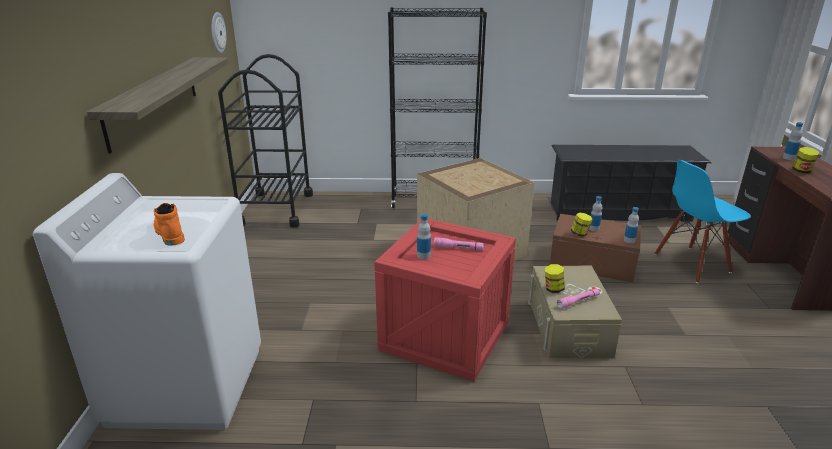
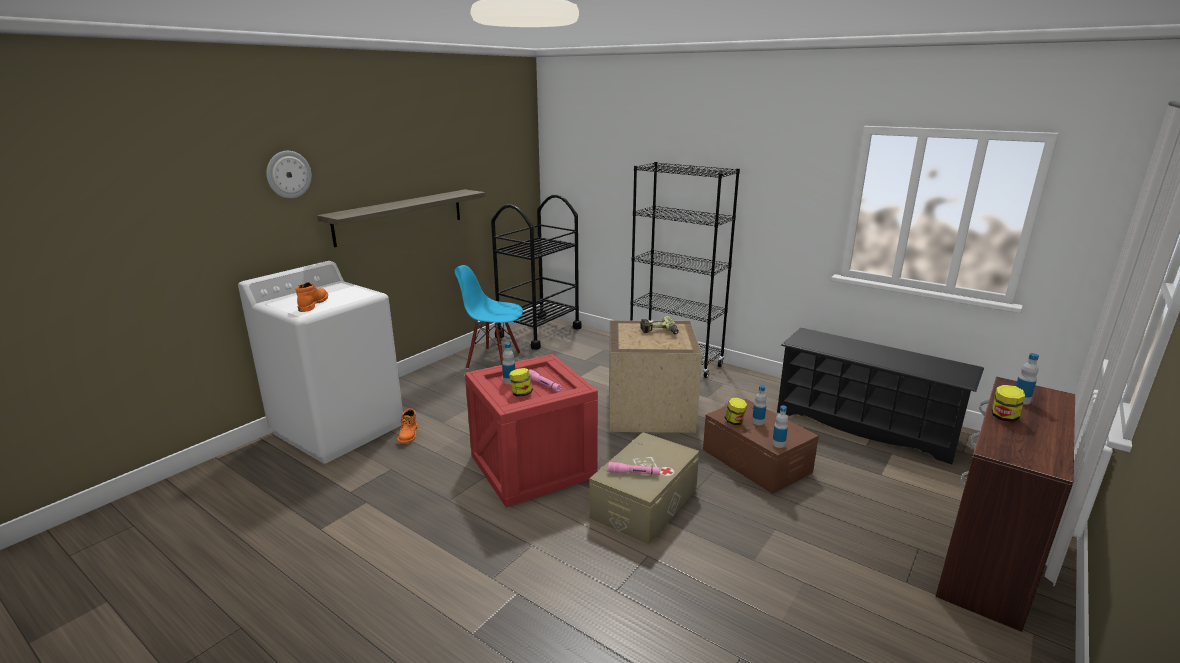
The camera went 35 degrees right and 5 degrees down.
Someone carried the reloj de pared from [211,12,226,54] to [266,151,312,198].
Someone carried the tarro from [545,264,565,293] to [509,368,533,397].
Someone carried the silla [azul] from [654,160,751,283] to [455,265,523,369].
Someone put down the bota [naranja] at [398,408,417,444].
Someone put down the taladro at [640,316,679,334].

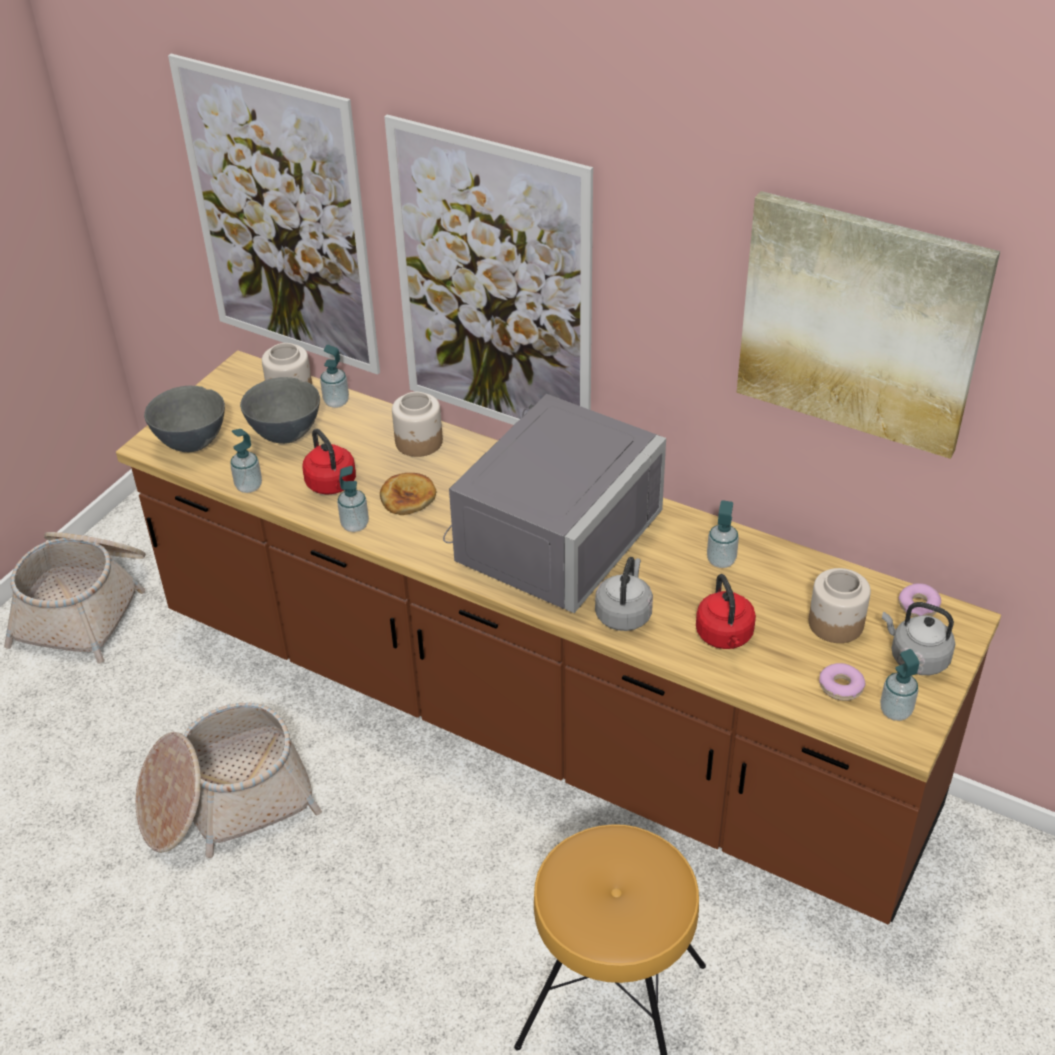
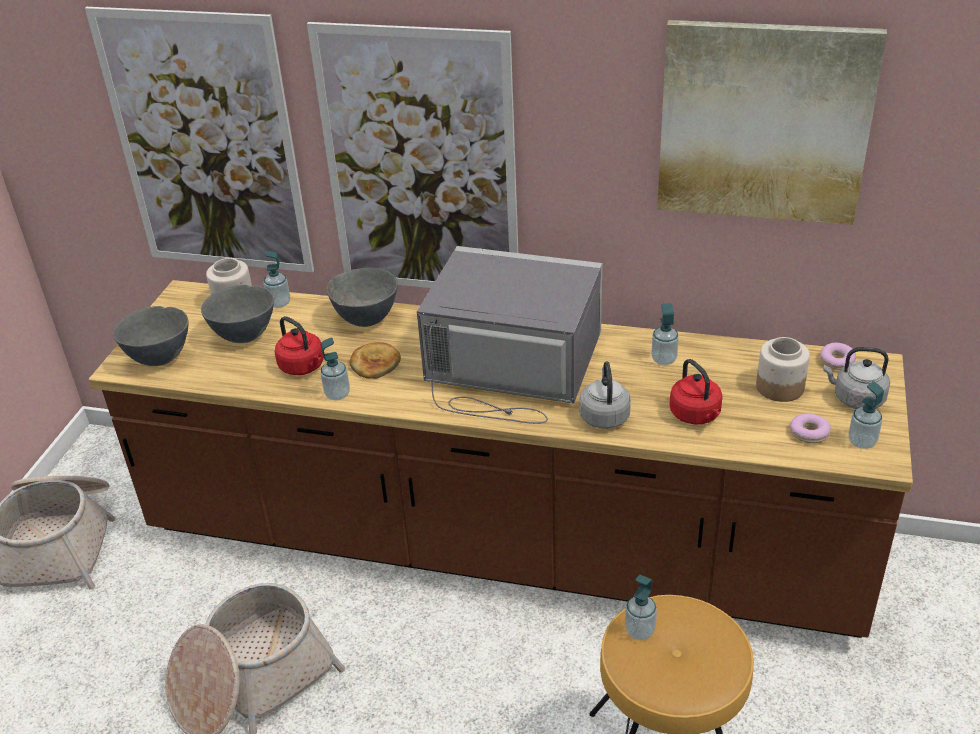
The camera went 15 degrees left and 5 degrees down.
Someone carried the dispensador de jabón from [230,429,262,493] to [625,575,657,640].
Someone swapped the tarro at [392,392,443,457] for the cuenco [gris] at [327,268,398,327].
Someone rotated the microondas [gris] at [443,394,666,613] by 90 degrees counterclockwise.

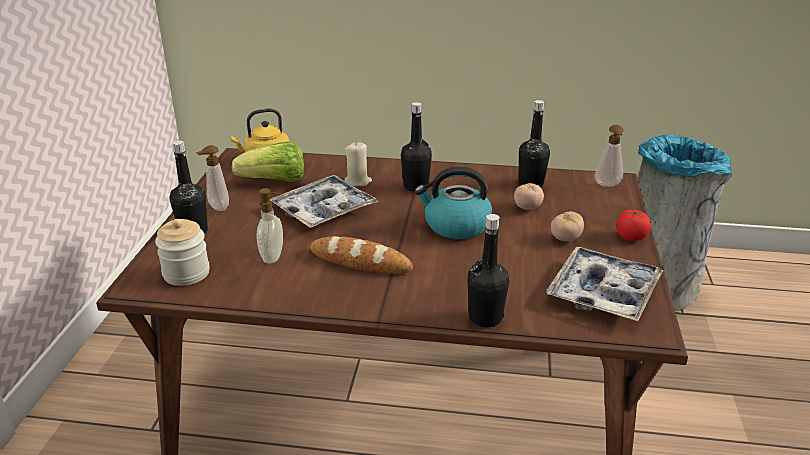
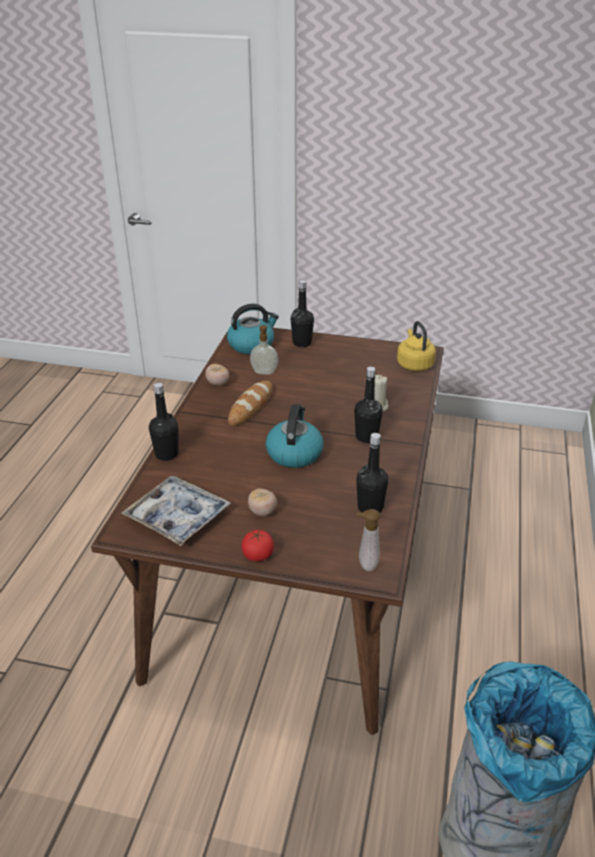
The camera went 95 degrees right and 5 degrees up.
Someone swapped the tarro at [155,219,210,286] for the hervidor at [227,304,279,354].
Someone took away the dispensador de jabón at [196,145,229,211].
Someone took away the lechuga at [232,141,304,182].
Someone took away the bandeja at [270,175,379,228].
Someone carried the tomate from [514,183,544,210] to [205,364,229,386].

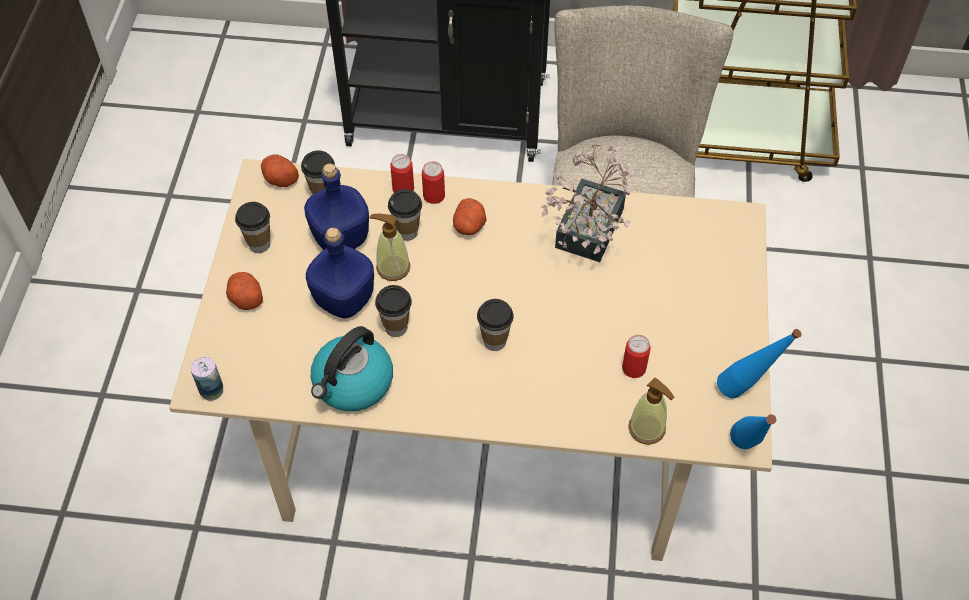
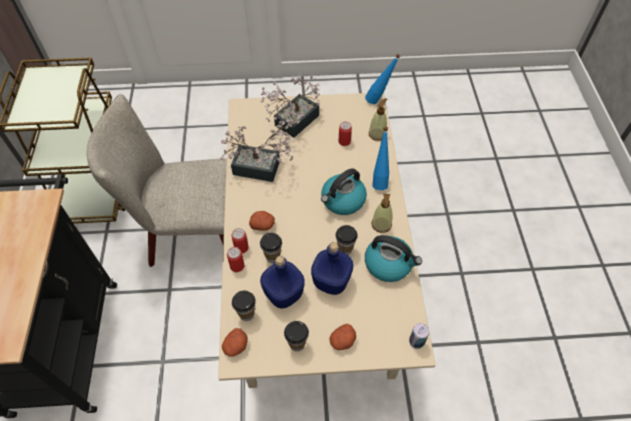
The camera went 100 degrees left and 0 degrees up.
Someone carried the dispensador de jabón from [370,214,410,281] to [371,194,392,233].
Someone swapped the taza at [477,299,514,351] for the hervidor at [321,168,367,215].
Someone carried the botella [azul] from [717,329,802,398] to [372,127,389,190].
Someone put down the planta en maceta at [261,73,320,138].

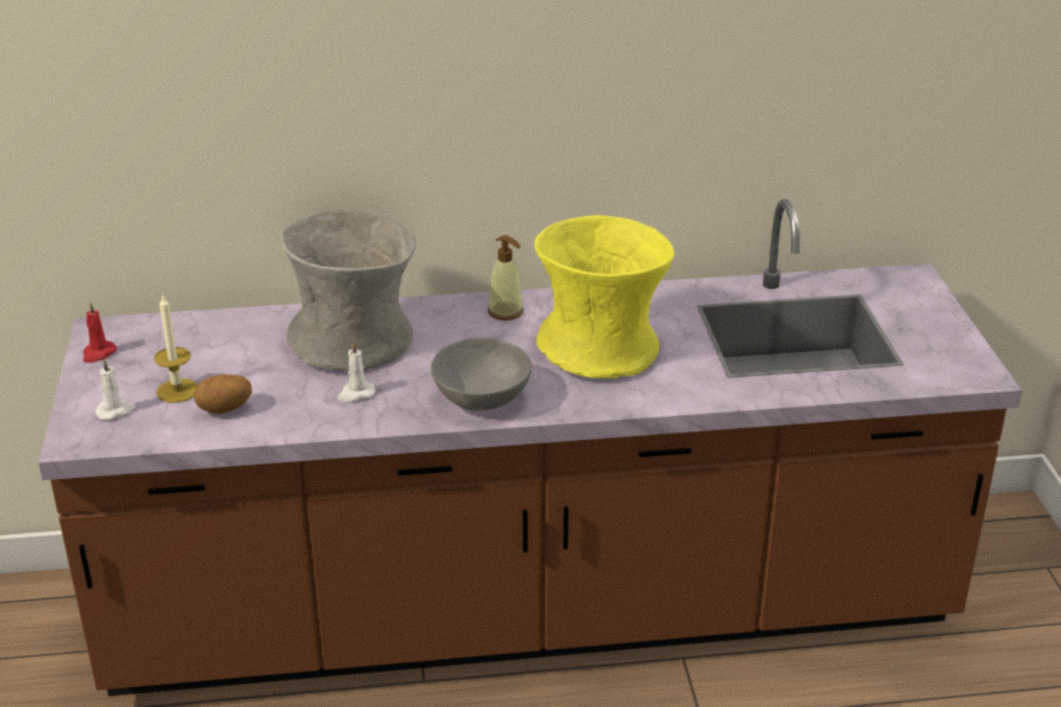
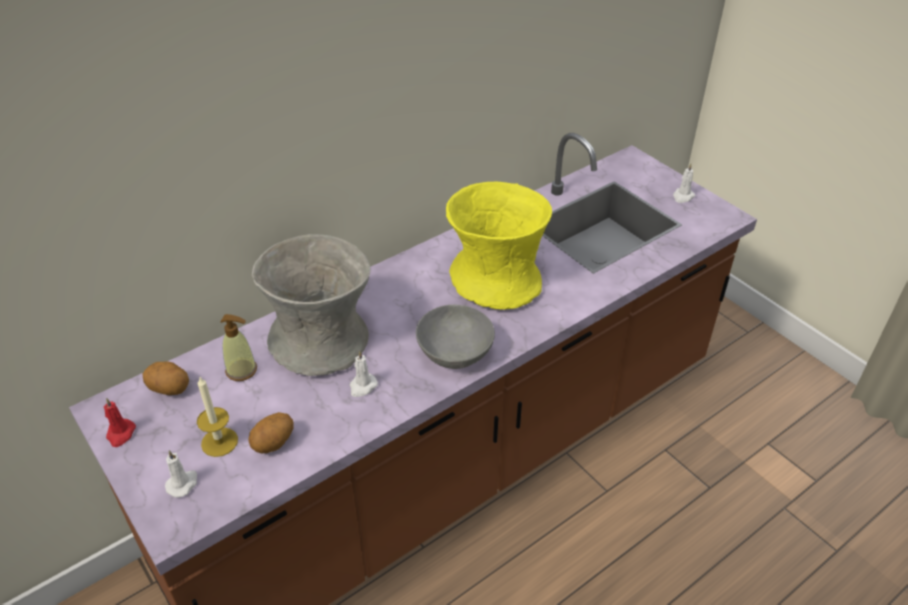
The camera went 30 degrees left and 10 degrees up.
Someone carried the dispensador de jabón from [488,235,524,320] to [220,314,257,381].
Someone put down the patata at [143,362,189,395].
Someone put down the vela [blanco] at [673,163,695,203].

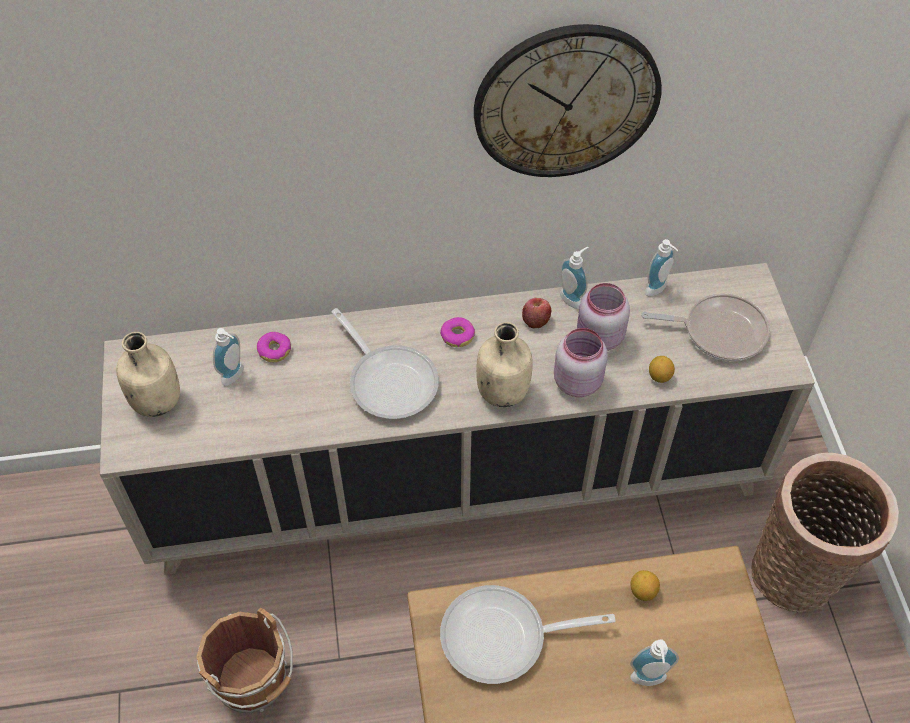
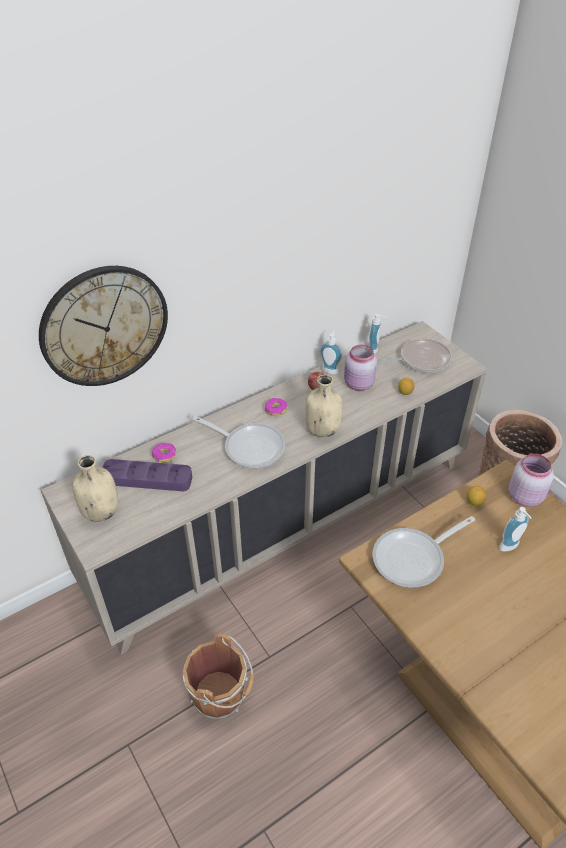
The camera went 25 degrees left and 10 degrees down.
Someone swapped the dispensador de jabón at [213,328,244,386] for the bandeja [morado] at [102,459,193,491].
Someone carried the reloj de pared from [474,24,662,177] to [39,266,168,386].
Someone carried the tarro [rosa] from [554,328,608,397] to [509,454,554,507].

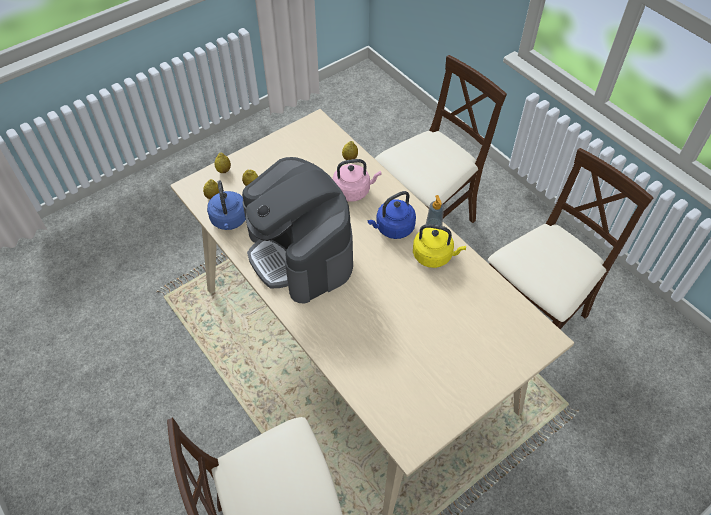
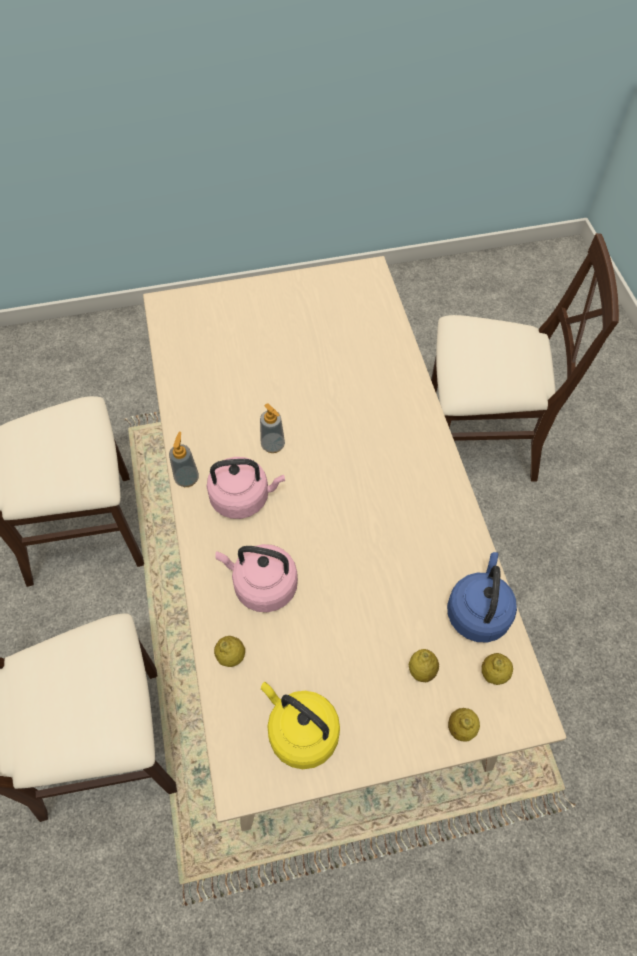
The camera went 155 degrees left and 5 degrees up.
Someone took away the cafetera at [242,157,353,303].
Someone repainted the hervidor [azul] at [368,191,416,239], which became the hervidor [rosa] at [206,457,285,519].
Someone carried the hervidor [amarillo] from [413,224,466,268] to [261,681,340,769].
Someone put down the dispensador de jabón at [260,403,285,453].

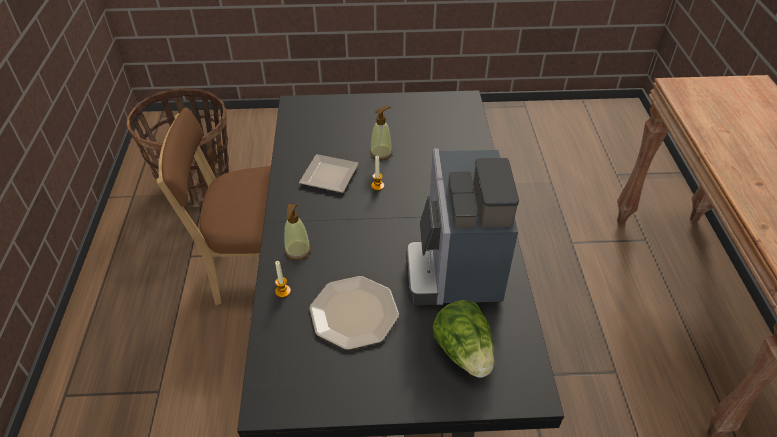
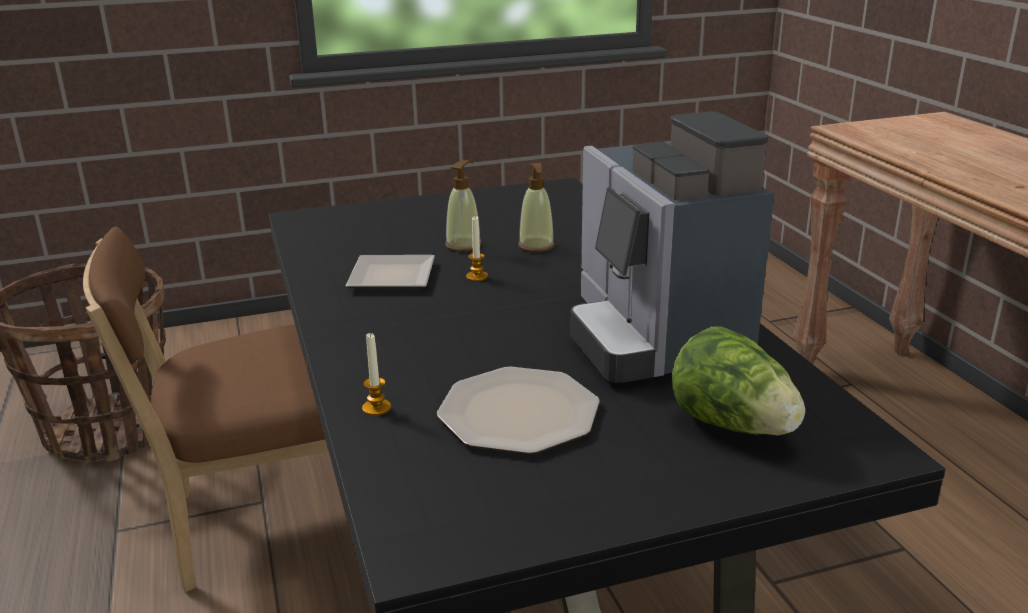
The camera went 15 degrees left and 20 degrees down.
Someone carried the dispensador de jabón from [284,204,311,260] to [518,163,555,252].

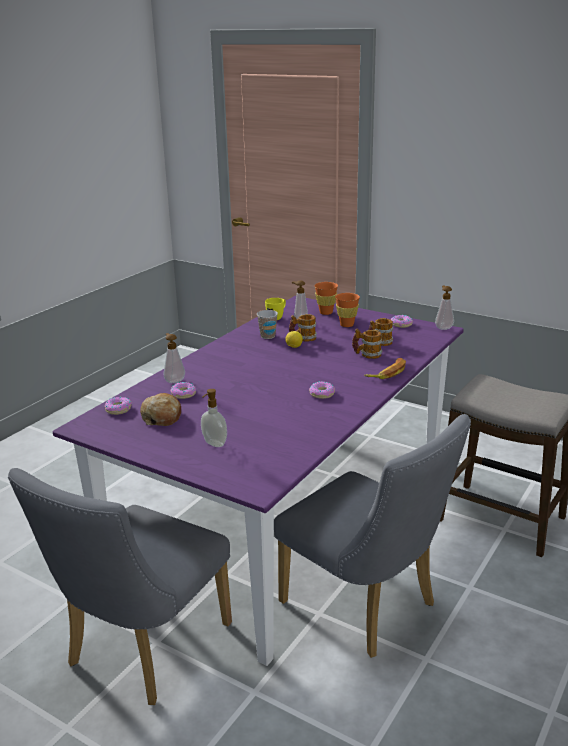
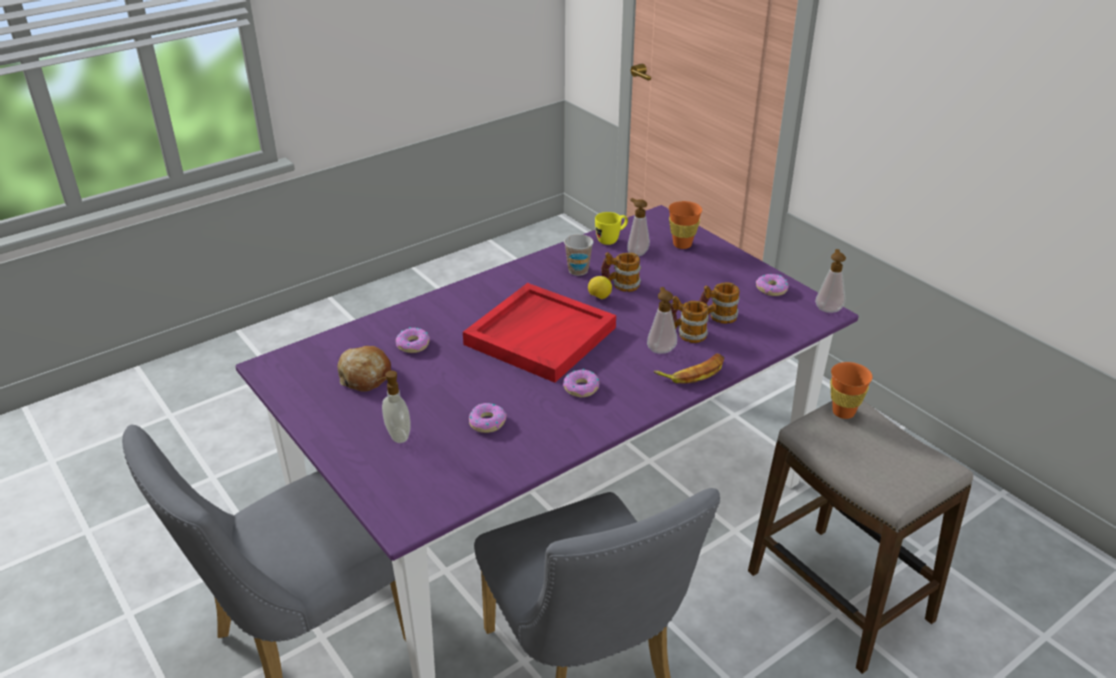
The camera went 20 degrees right and 10 degrees up.
Someone carried the rosquilla from [105,397,132,415] to [469,403,507,433].
Someone carried the dispensador de jabón from [164,333,185,383] to [647,287,677,354].
Someone carried the taza [naranja] from [335,293,360,327] to [830,362,873,419].
Someone put down the bandeja [rojo] at [463,283,616,383].

